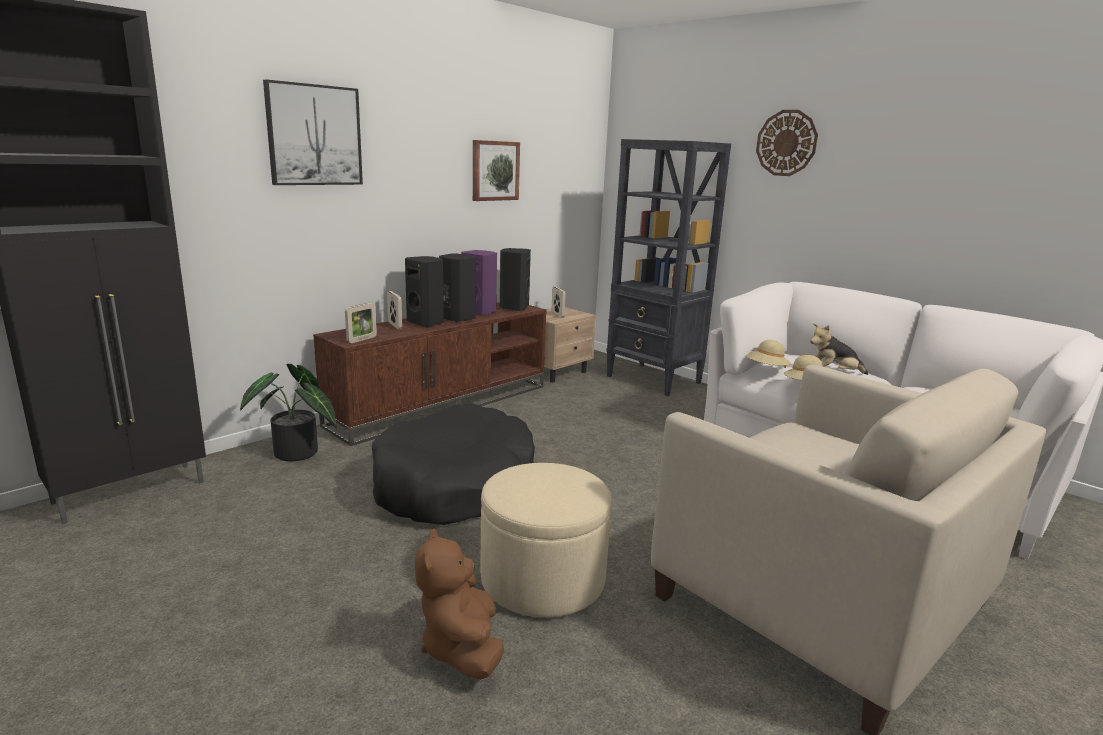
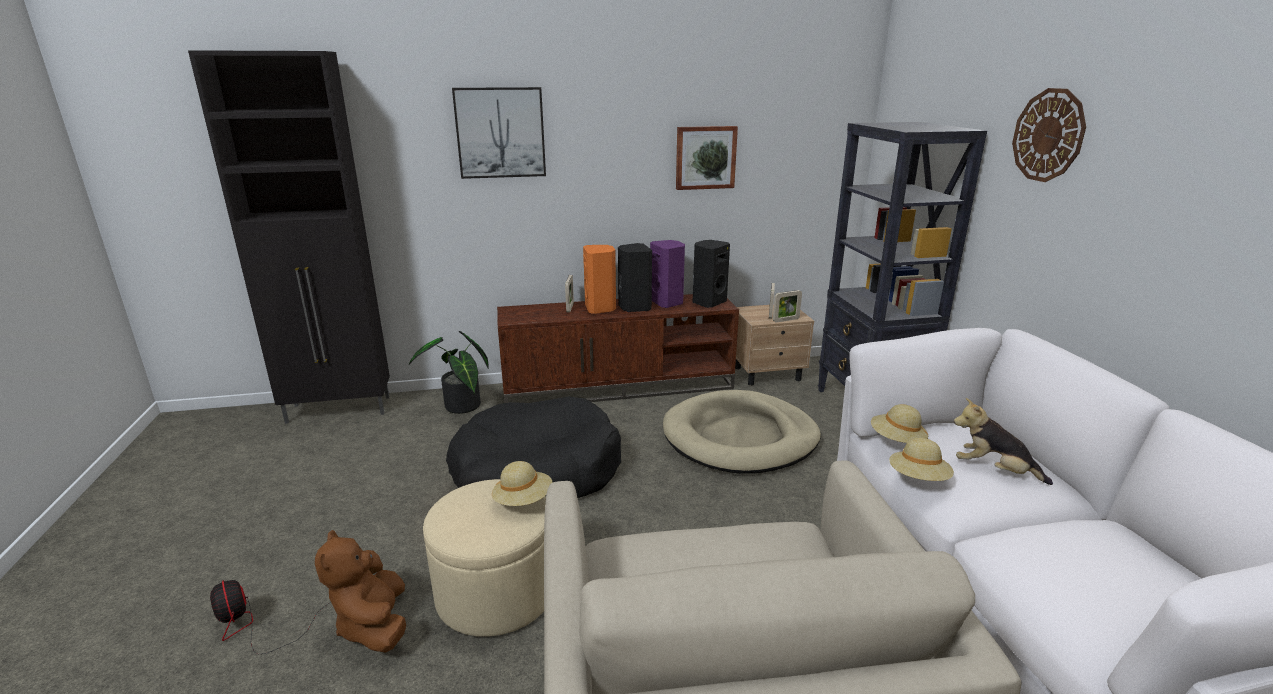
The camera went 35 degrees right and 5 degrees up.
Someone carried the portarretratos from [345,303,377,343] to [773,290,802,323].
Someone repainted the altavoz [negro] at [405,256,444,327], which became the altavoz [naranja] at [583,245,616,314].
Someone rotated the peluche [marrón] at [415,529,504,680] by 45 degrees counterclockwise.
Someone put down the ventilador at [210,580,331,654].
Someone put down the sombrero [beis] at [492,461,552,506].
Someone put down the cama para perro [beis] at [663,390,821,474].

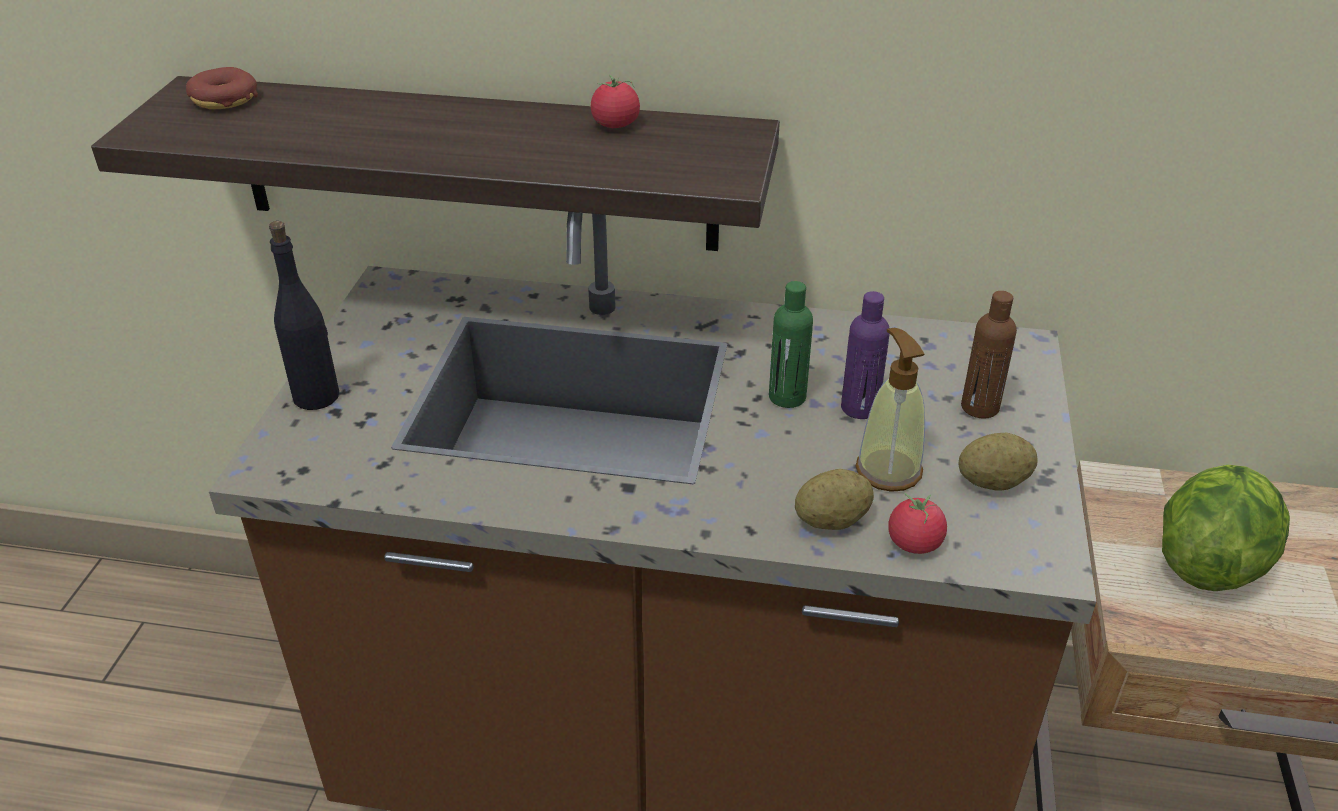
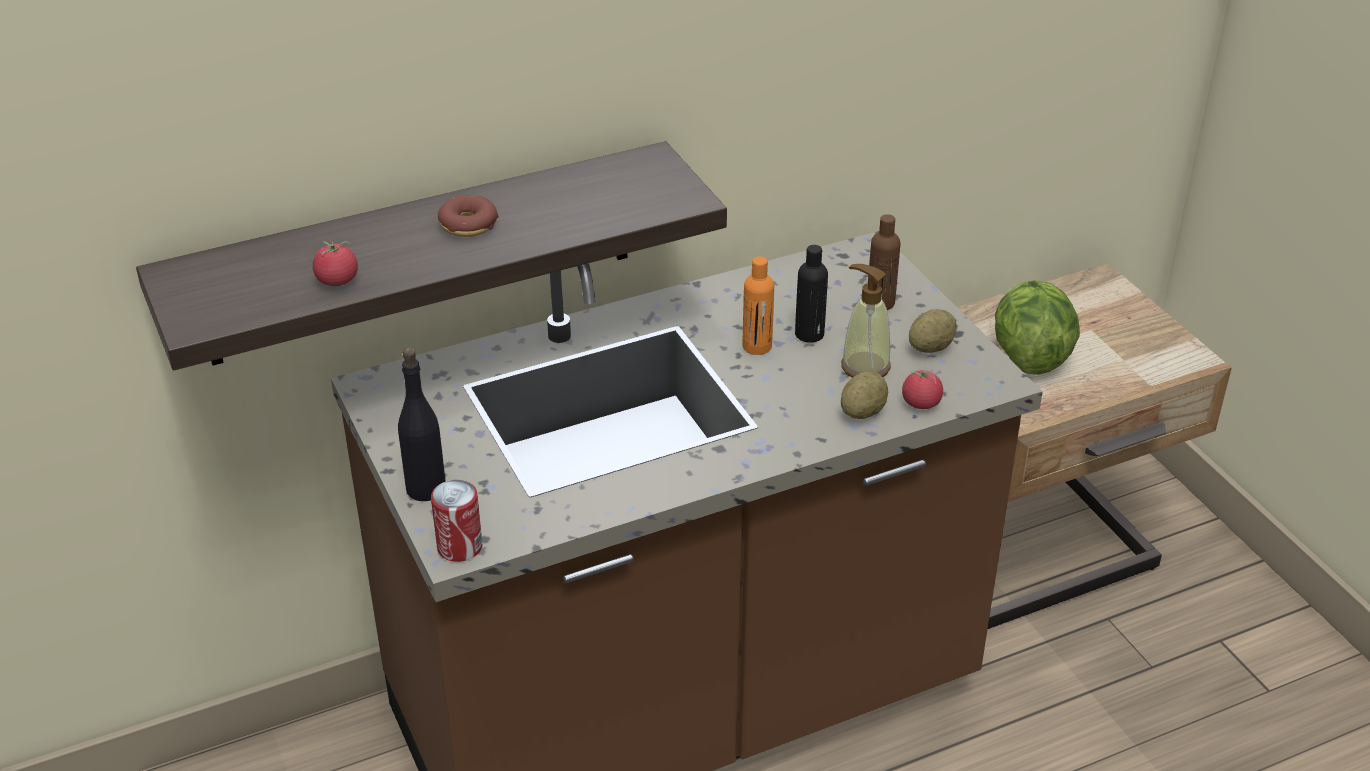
The camera went 35 degrees left and 0 degrees up.
Someone carried the rosquilla from [186,67,258,109] to [438,195,498,237].
Someone carried the tomate from [591,75,640,128] to [313,241,358,286].
Someone repainted the botella [verde] at [769,281,813,408], which became the botella [naranja] at [742,256,774,355].
Someone repainted the botella [morado] at [841,291,890,419], which became the botella [negro] at [795,245,828,343].
Someone put down the lata at [431,480,482,562].

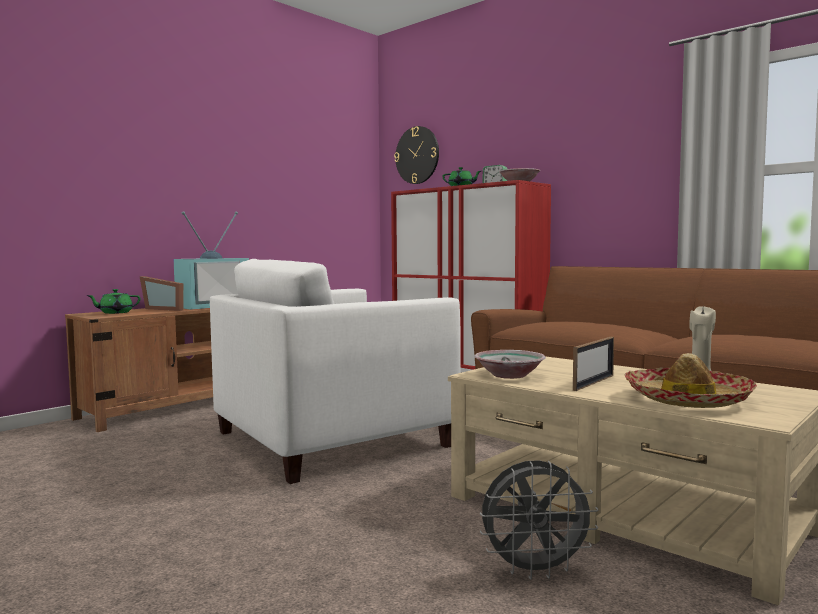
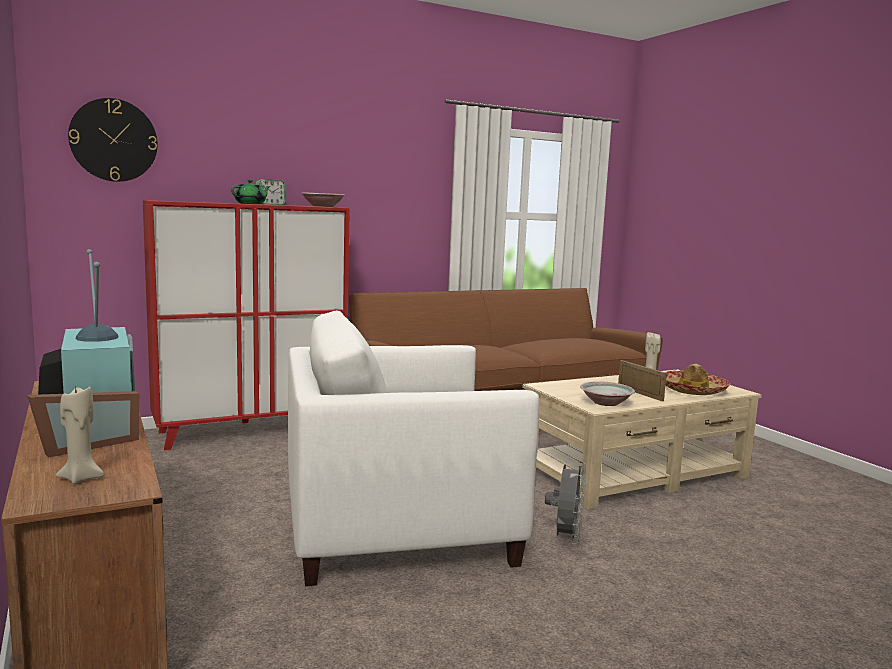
The camera went 70 degrees left and 5 degrees up.
Someone swapped the tetera [verde] at [86,289,141,314] for the vela [beis] at [56,385,105,484].
Someone rotated the sillón [blanco] at [210,259,461,484] by 90 degrees clockwise.
Someone carried the ventilador [gris] from [480,460,599,580] to [545,462,586,544].

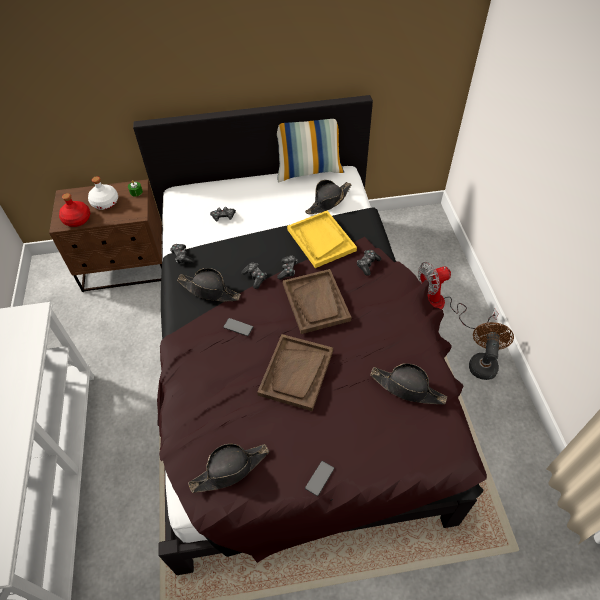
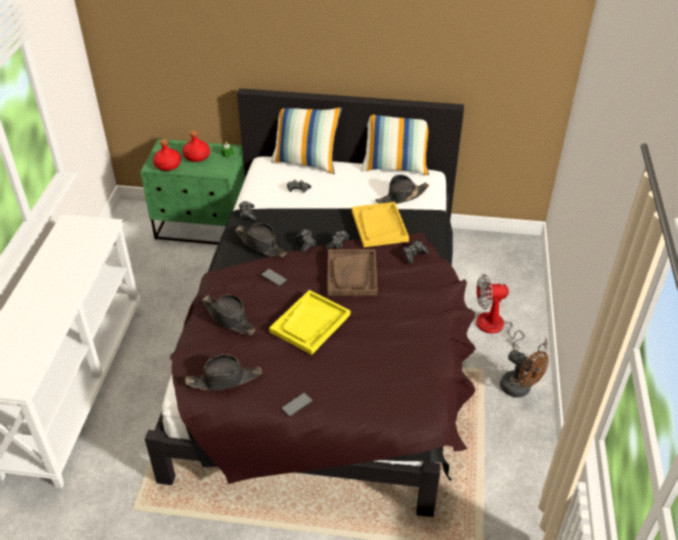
The camera went 15 degrees right and 10 degrees down.
Someone repainted the mesita de noche [marrón] at [49,179,162,292], which became the mesita de noche [verde] at [140,139,245,245].
Someone repainted the botella [blanco] at [88,176,118,210], which became the botella [rojo] at [182,130,210,162].
Someone repainted the bandeja [marrón] at [257,334,333,411], which became the bandeja [amarillo] at [269,290,350,355].
Someone carried the sombrero [negro] from [370,363,447,404] to [202,294,256,335].
Someone rotated the ventilador [marrón] at [469,322,514,380] by 105 degrees clockwise.
Someone put down the cojín at [271,107,342,174].

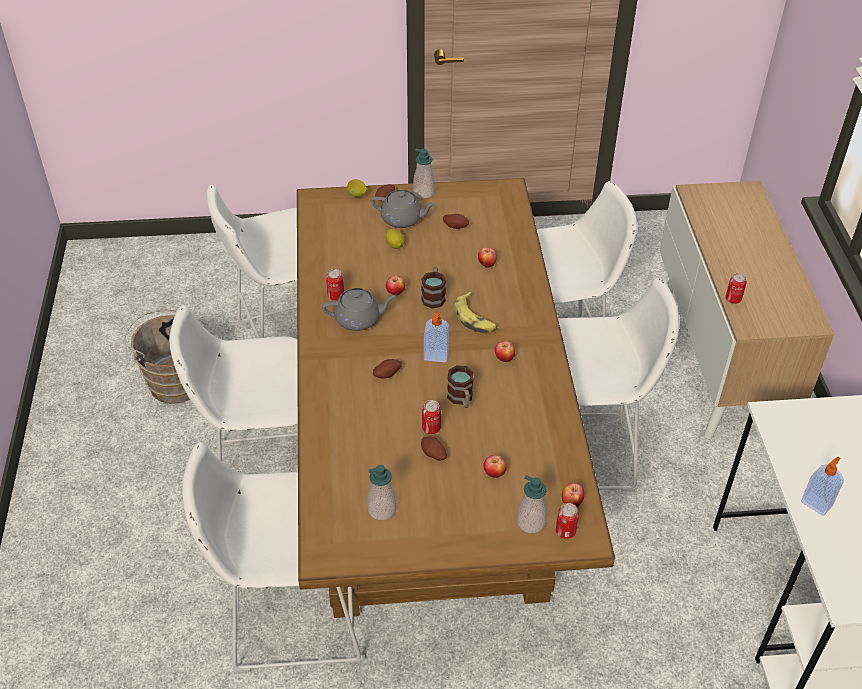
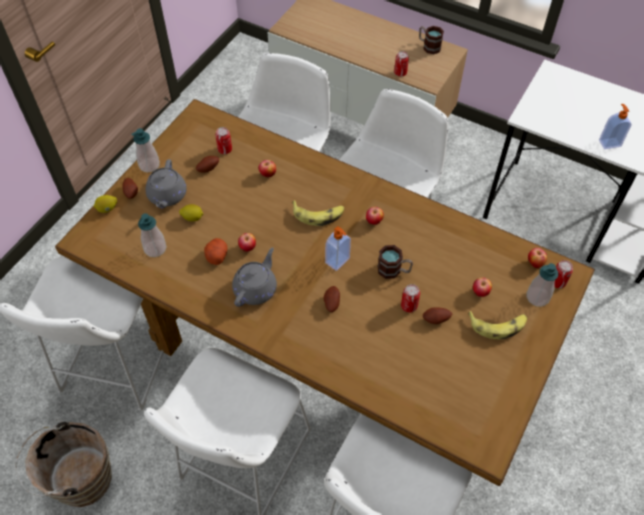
The camera went 55 degrees left and 10 degrees up.
Someone carried the lata from [326,269,344,301] to [215,127,232,154].
Someone carried the dispensador de jabón from [367,465,396,520] to [138,213,166,257].
Someone rotated the tetera [gris] at [371,190,436,228] by 135 degrees clockwise.
Someone carried the taza grande from [421,267,446,309] to [419,26,444,54].
Someone put down the patata at [204,238,227,265].
Someone put down the plátano at [468,311,527,339].

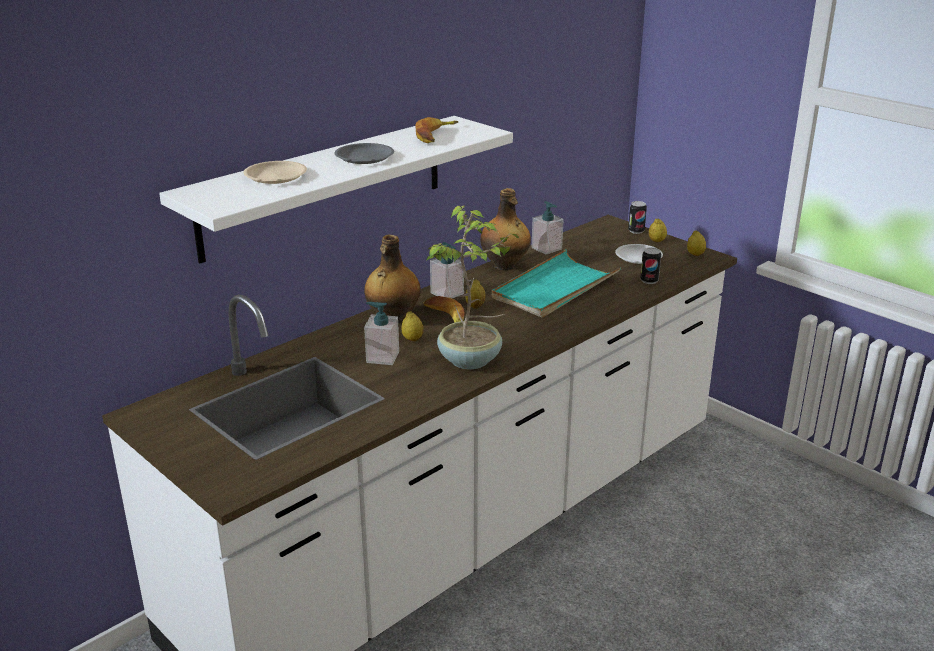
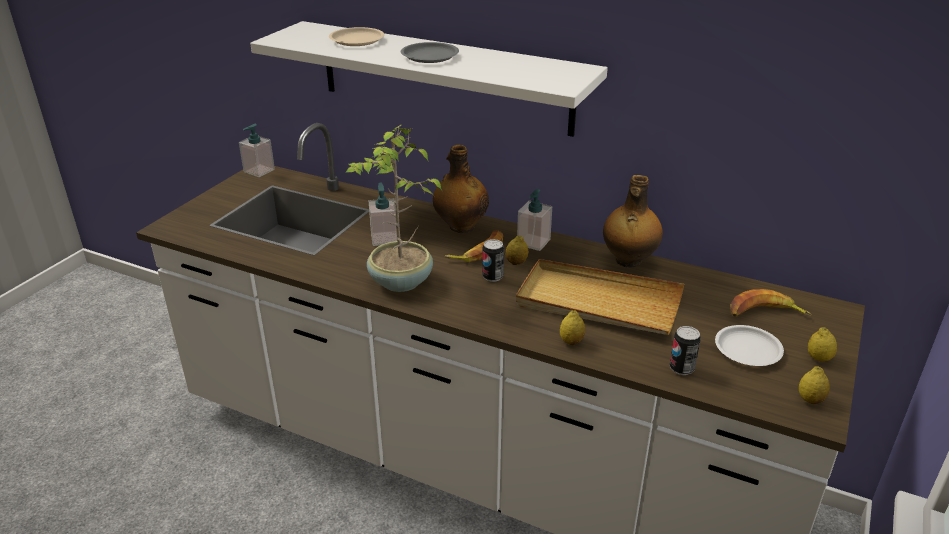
The camera went 70 degrees right and 5 degrees up.
Someone carried the limón from [402,312,424,341] to [560,310,585,346].
Someone carried the plátano from [415,117,459,143] to [730,289,812,317].
Someone repainted the bandeja [turquesa] at [492,249,621,318], which became the bandeja [beis] at [516,259,684,335].
Someone carried the dispensador de jabón from [532,201,564,255] to [239,124,275,177].
Someone carried the lata from [628,201,647,234] to [482,239,504,282].

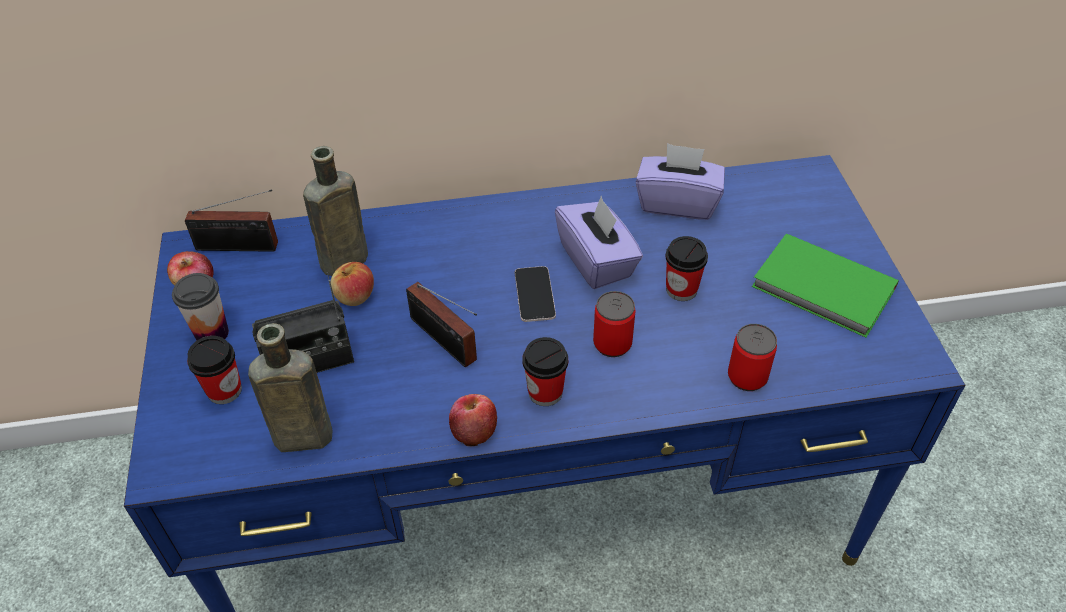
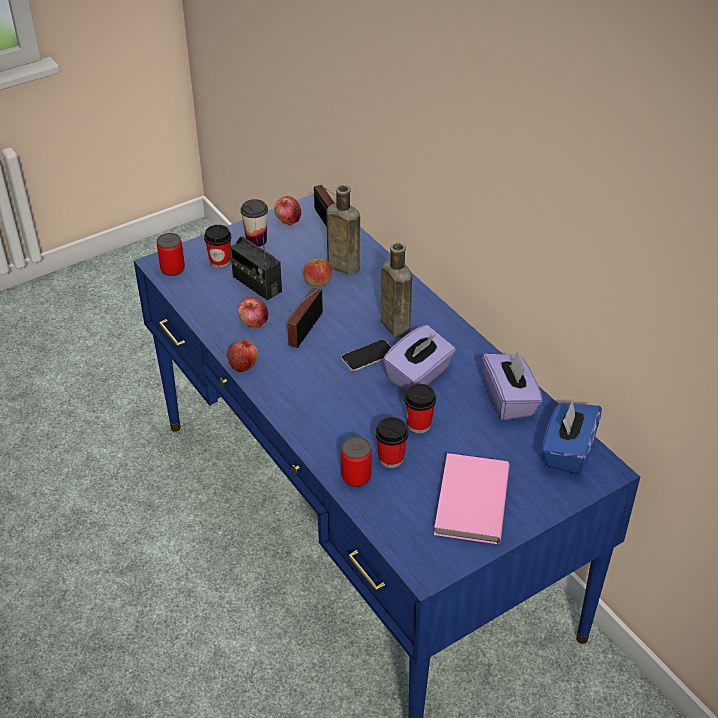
The camera went 65 degrees right and 5 degrees down.
Someone carried the botella [marrón] from [248,323,332,452] to [381,243,412,338].
Someone carried the taza from [522,337,568,406] to [376,417,408,468].
Someone carried the lata from [593,291,636,357] to [157,233,185,276].
Someone repainted the libro [verde] at [752,233,899,338], which became the libro [rosa] at [434,453,510,544].
Someone put down the manzana at [238,297,269,329].
Someone put down the caja de pañuelos [azul] at [542,400,602,475].

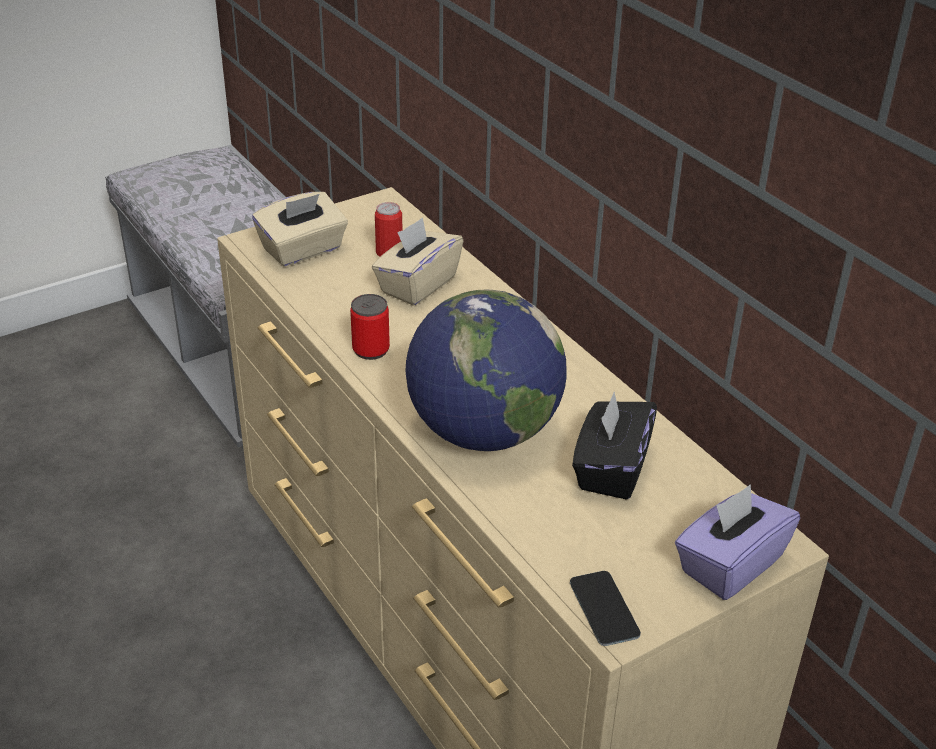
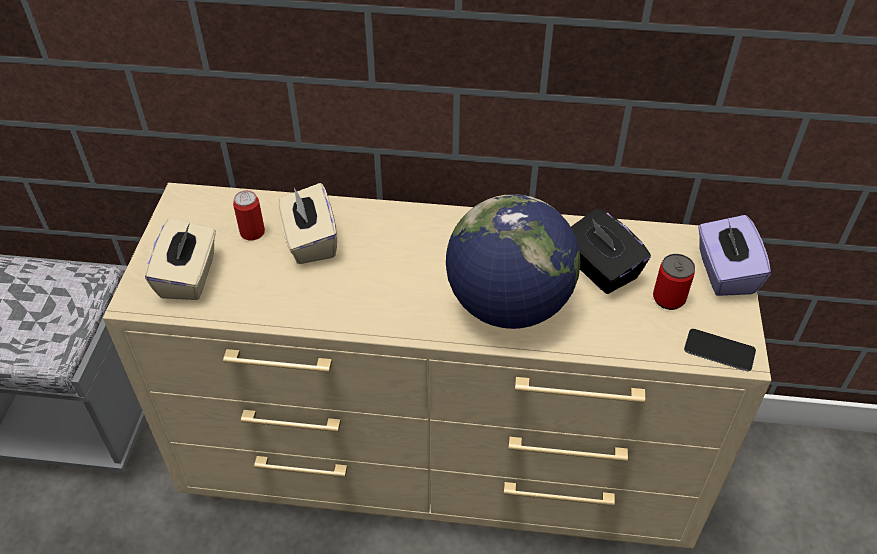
The camera went 50 degrees left and 10 degrees up.
Someone carried the lata from [350,294,390,360] to [653,254,695,310].

